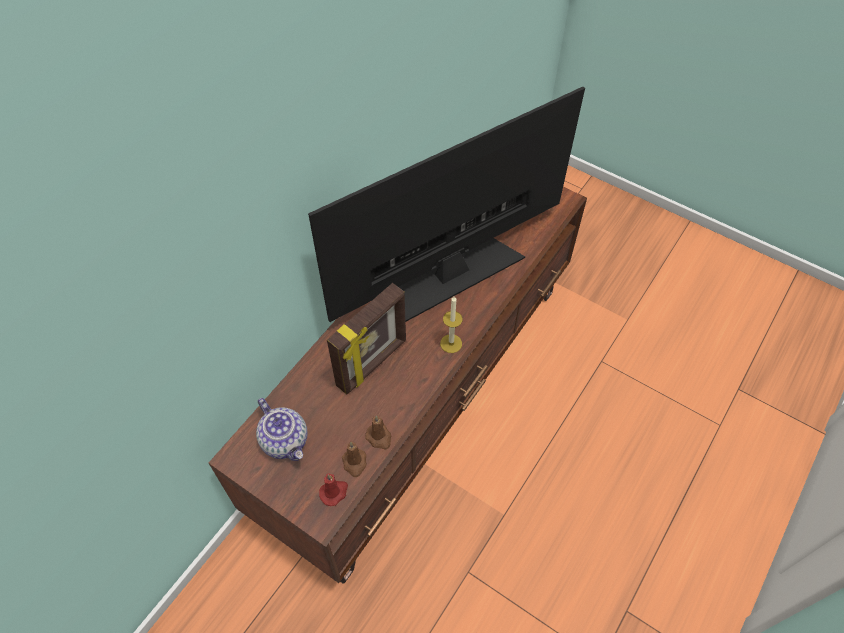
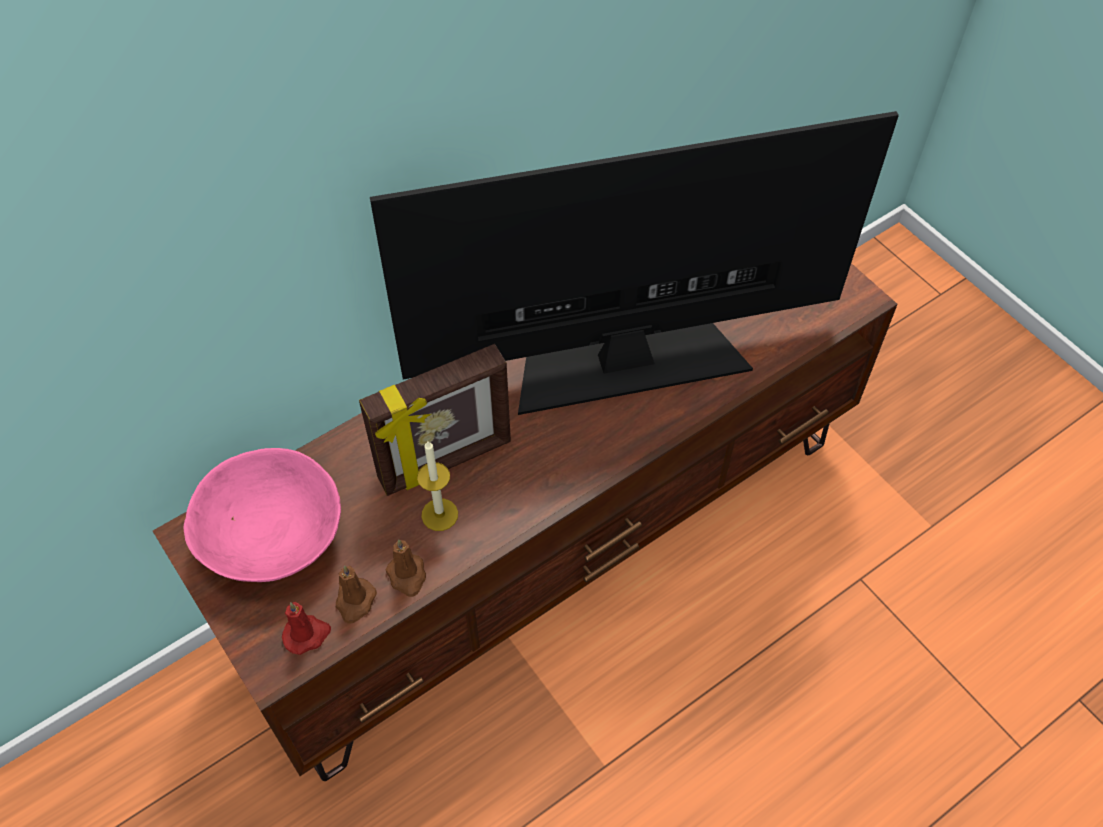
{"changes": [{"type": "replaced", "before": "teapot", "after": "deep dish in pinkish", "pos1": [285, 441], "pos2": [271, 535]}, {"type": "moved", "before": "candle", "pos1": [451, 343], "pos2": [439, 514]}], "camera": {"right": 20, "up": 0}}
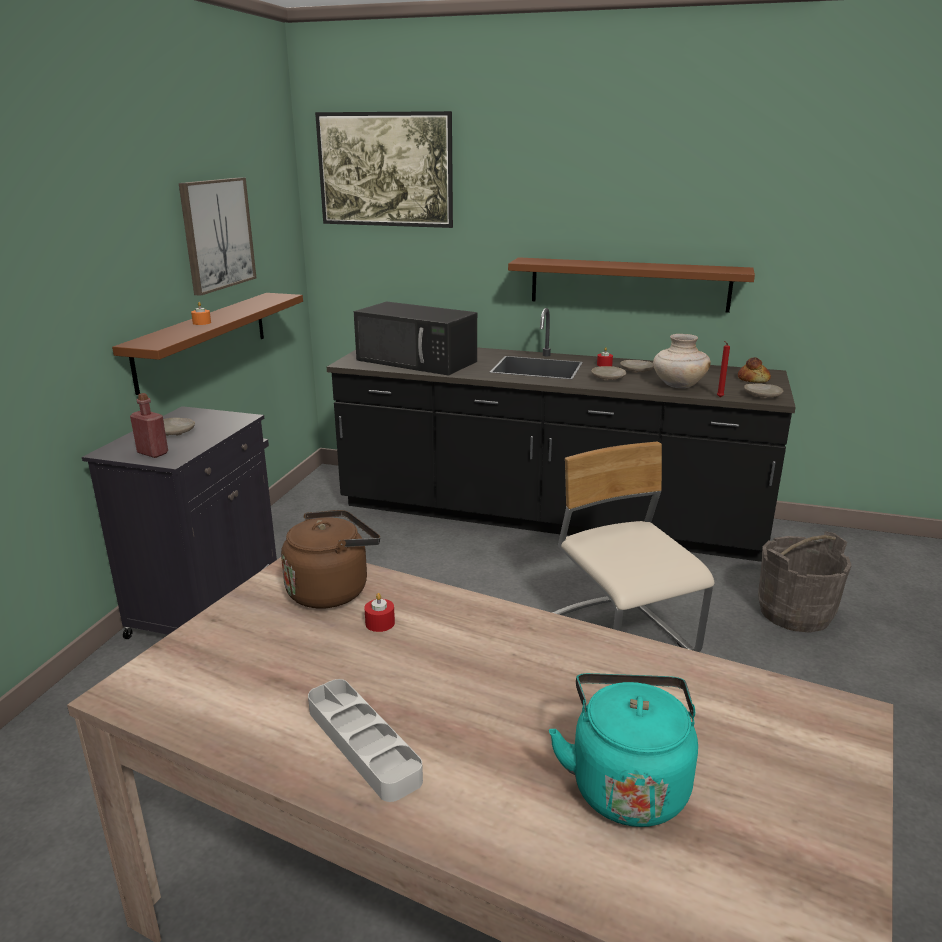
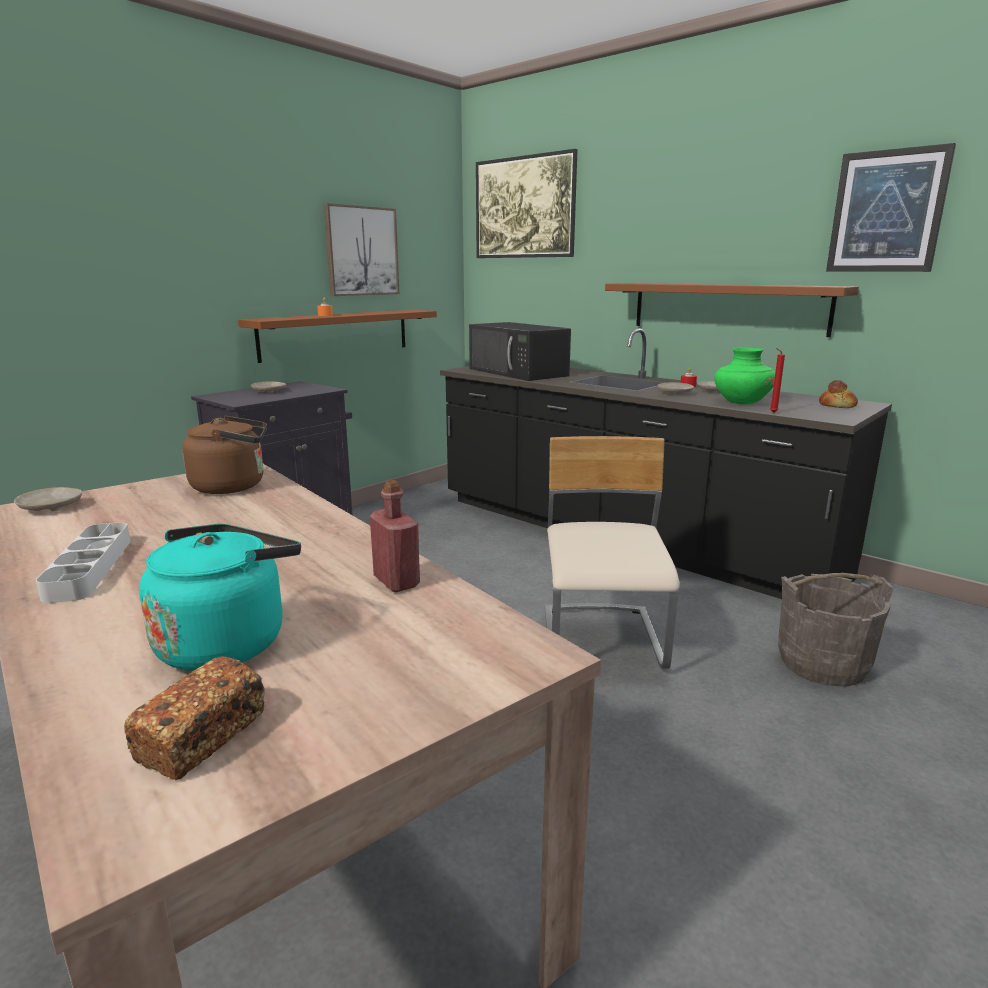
{"changes": [{"type": "moved", "before": "flat dish in beige-coloured", "pos1": [762, 396], "pos2": [52, 507]}, {"type": "added", "after": "bakery bread", "pos2": [202, 737]}, {"type": "moved", "before": "beverage bottle in red-coloured", "pos1": [152, 453], "pos2": [396, 582]}, {"type": "recoloured", "before": "decorative vase in beige-coloured", "after": "decorative vase in green", "pos1": [678, 385], "pos2": [741, 402]}, {"type": "added", "after": "wall art", "pos2": [887, 212]}, {"type": "removed", "before": "candle in red-coloured", "pos1": [380, 623]}], "camera": {"right": 25, "up": -5}}
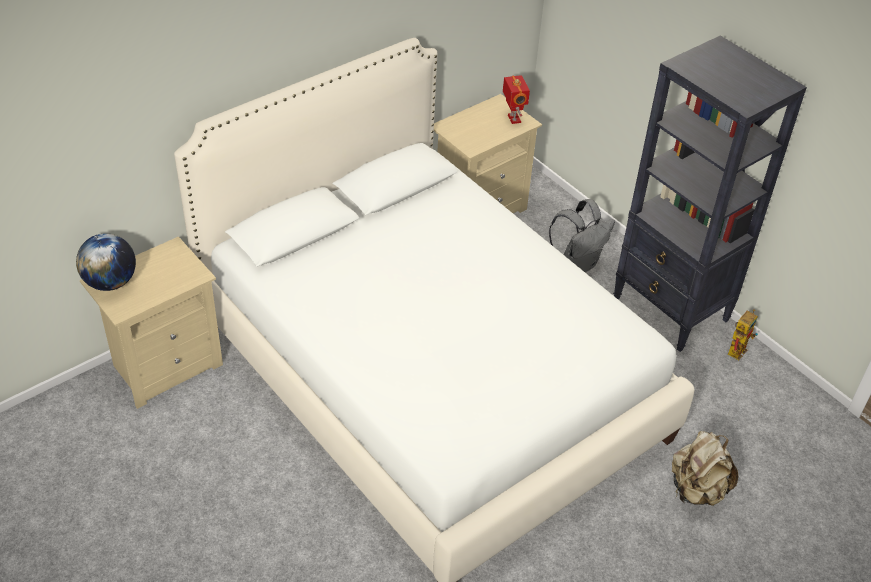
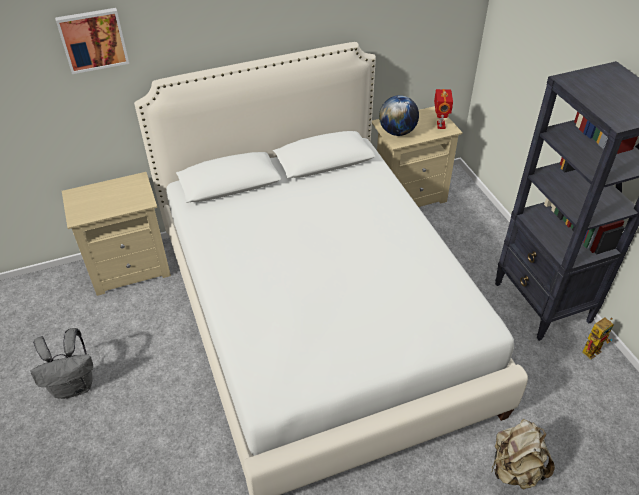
{"changes": [{"type": "moved", "before": "rucksack in greyish", "pos1": [577, 264], "pos2": [74, 385]}, {"type": "added", "after": "wall art", "pos2": [93, 39]}, {"type": "moved", "before": "world globe", "pos1": [110, 282], "pos2": [397, 132]}], "camera": {"right": 20, "up": 0}}
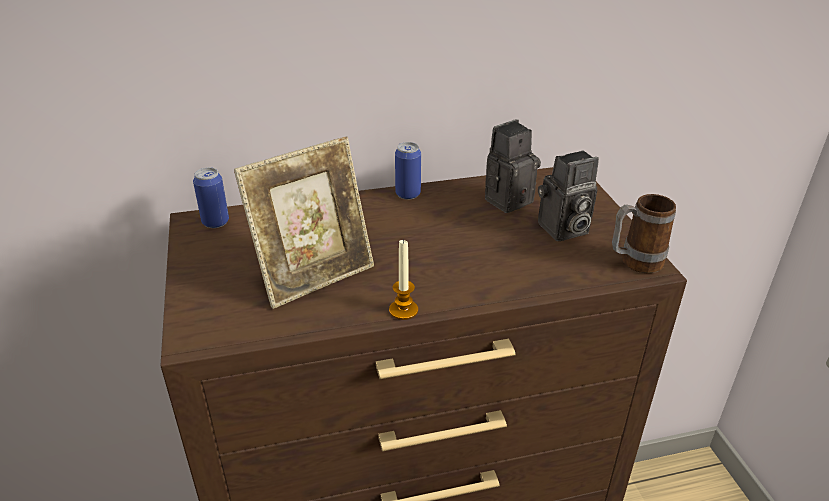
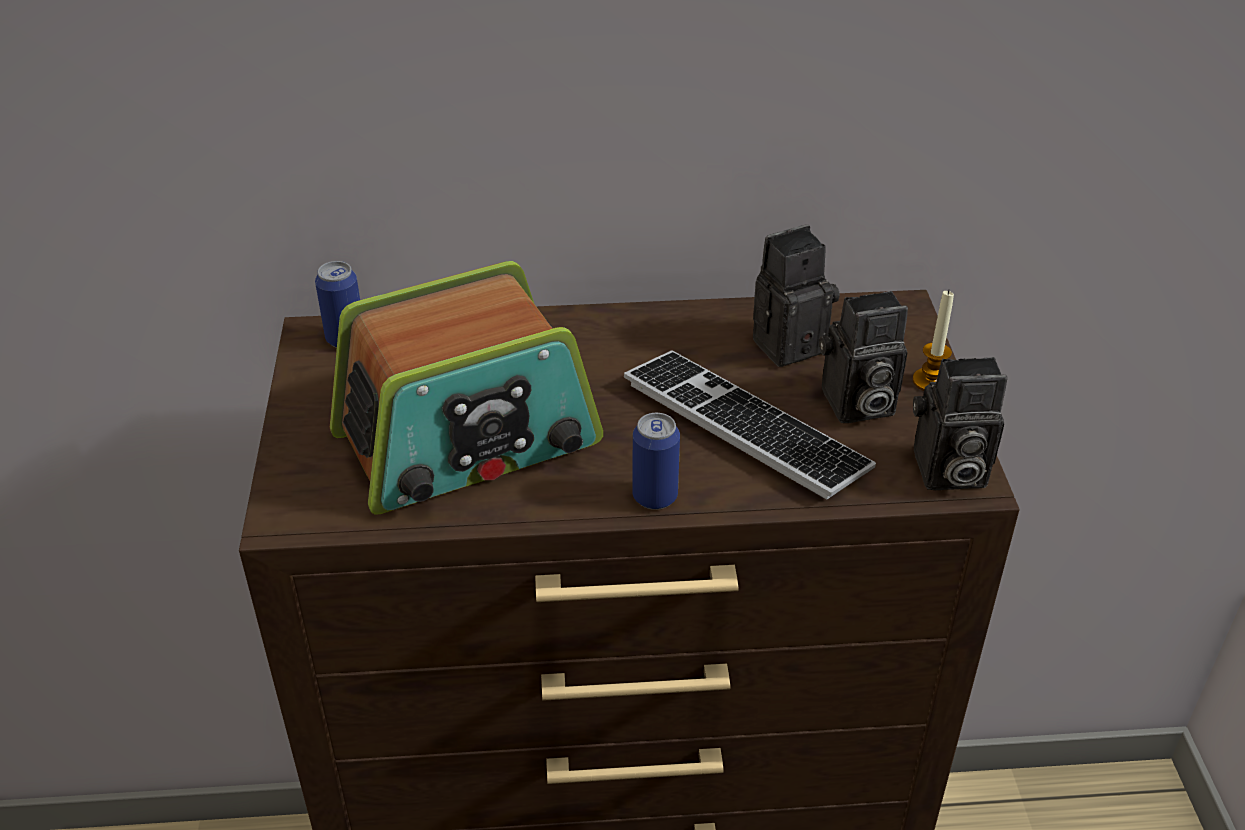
{"changes": [{"type": "replaced", "before": "picture frame", "after": "radio receiver", "pos1": [314, 276], "pos2": [468, 441]}, {"type": "added", "after": "computer keyboard", "pos2": [745, 426]}, {"type": "moved", "before": "can", "pos1": [408, 194], "pos2": [655, 496]}, {"type": "moved", "before": "candle", "pos1": [403, 310], "pos2": [931, 381]}, {"type": "replaced", "before": "mug", "after": "still camera", "pos1": [634, 263], "pos2": [946, 472]}], "camera": {"right": 10, "up": 5}}
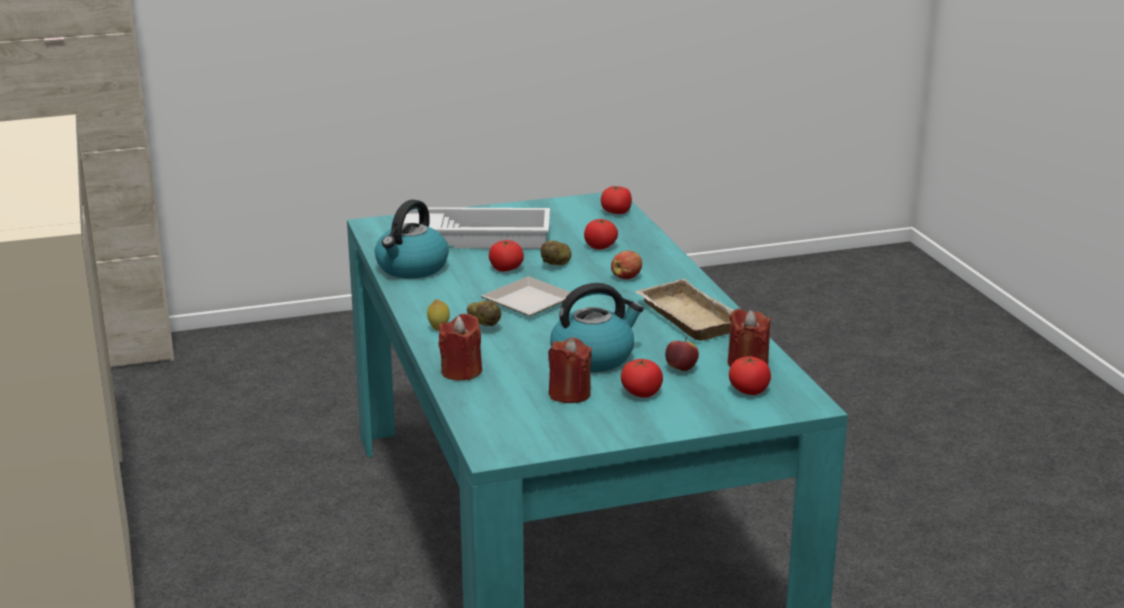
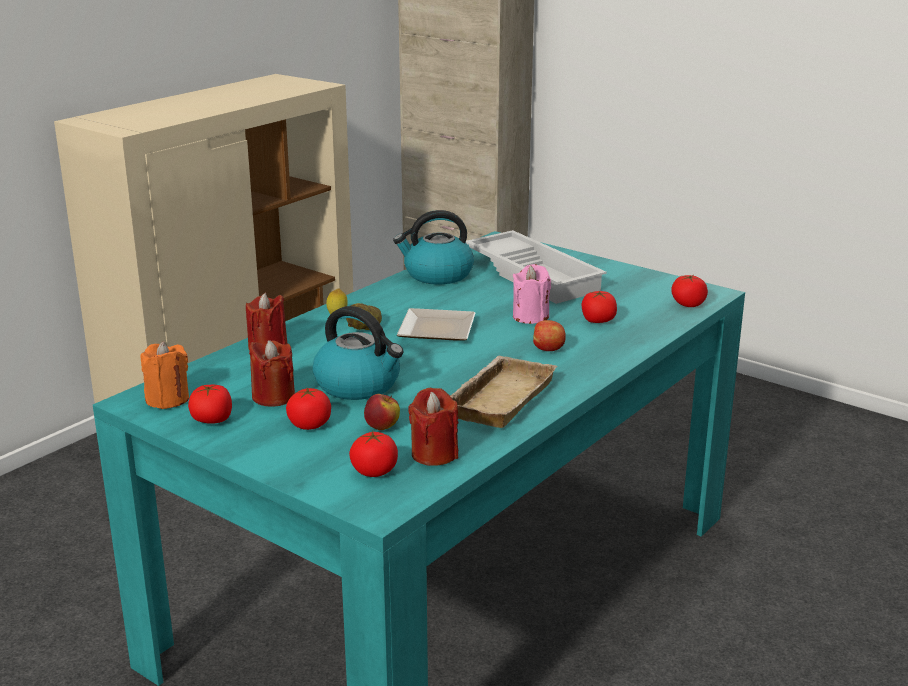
{"changes": [{"type": "added", "after": "candle in orange-coloured", "pos2": [167, 399]}, {"type": "moved", "before": "tomato", "pos1": [506, 269], "pos2": [212, 420]}, {"type": "replaced", "before": "whole potato", "after": "candle in pinkish", "pos1": [557, 264], "pos2": [530, 317]}], "camera": {"right": 55, "up": 0}}
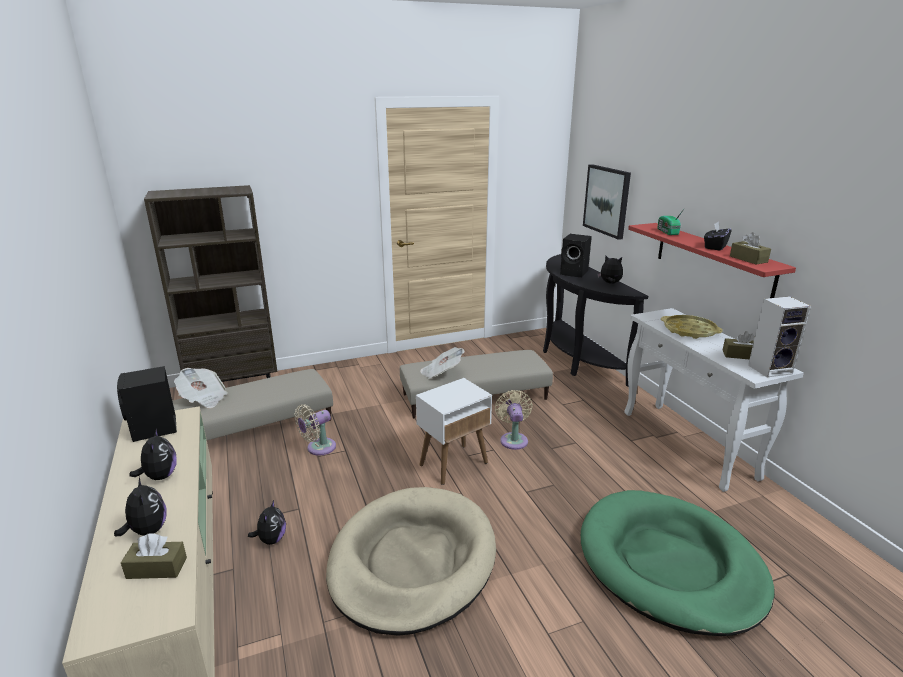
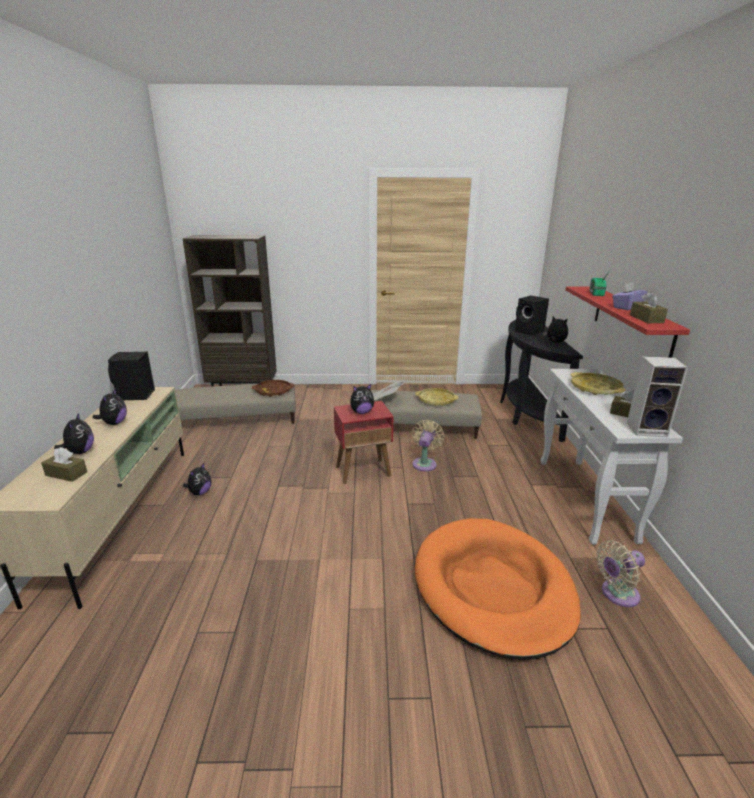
{"changes": [{"type": "added", "after": "carrying tray in brownish", "pos2": [273, 391]}, {"type": "recoloured", "before": "accent table in white-coloured", "after": "accent table in red-coloured", "pos1": [454, 463], "pos2": [363, 471]}, {"type": "added", "after": "plush toy", "pos2": [361, 412]}, {"type": "added", "after": "carrying tray in yellow", "pos2": [436, 400]}, {"type": "recoloured", "before": "dog bed in green", "after": "dog bed in orange-coloured", "pos1": [669, 564], "pos2": [493, 588]}, {"type": "moved", "before": "cooling fan in beige-coloured", "pos1": [318, 448], "pos2": [617, 594]}, {"type": "recoloured", "before": "tissue box in black", "after": "tissue box in purplish", "pos1": [715, 247], "pos2": [626, 307]}, {"type": "removed", "before": "newspaper", "pos1": [203, 398]}, {"type": "removed", "before": "dog bed in beige-coloured", "pos1": [412, 561]}, {"type": "removed", "before": "wall art", "pos1": [607, 200]}], "camera": {"right": 20, "up": 0}}
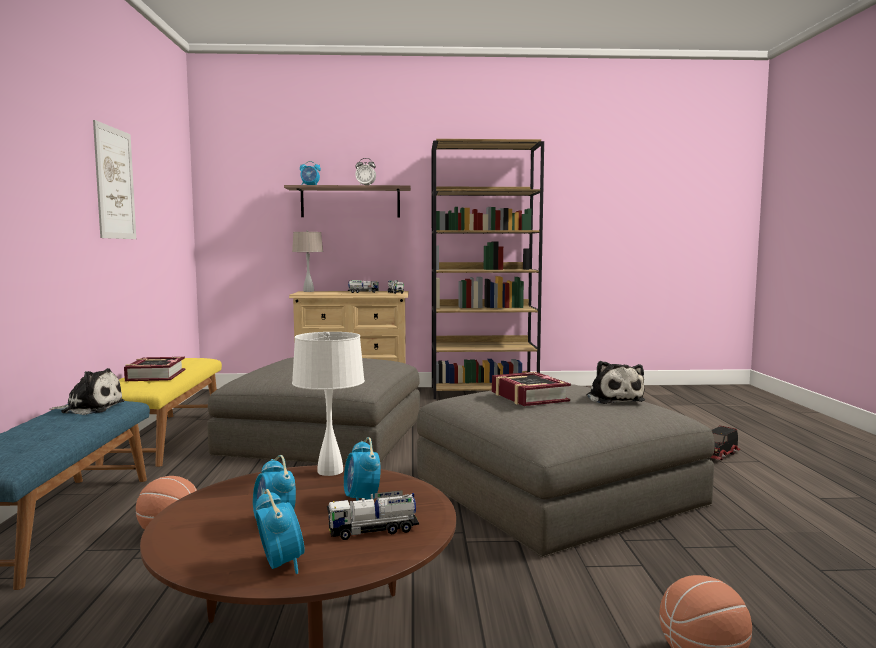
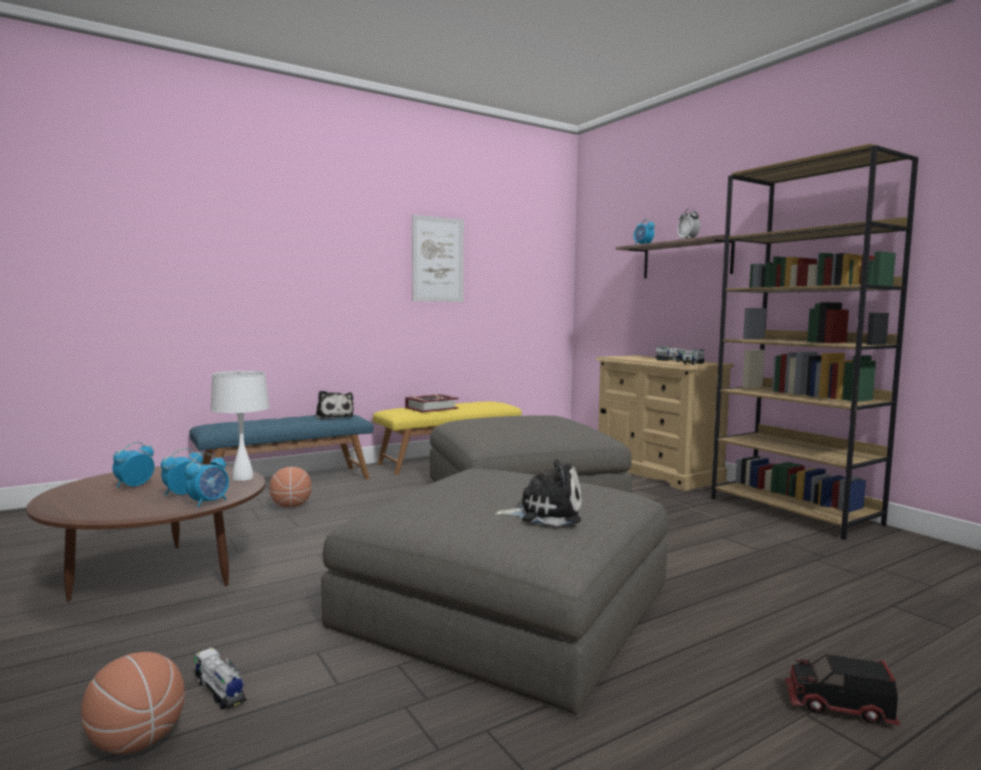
{"changes": [{"type": "moved", "before": "alarm clock", "pos1": [280, 564], "pos2": [209, 502]}, {"type": "moved", "before": "toy truck", "pos1": [373, 531], "pos2": [220, 691]}, {"type": "turned", "before": "plush toy", "pos1": [613, 399], "pos2": [545, 513], "turn": -135}, {"type": "removed", "before": "tabletop lamp in beige-coloured", "pos1": [309, 291]}, {"type": "removed", "before": "bound book", "pos1": [528, 396]}], "camera": {"right": 60, "up": 0}}
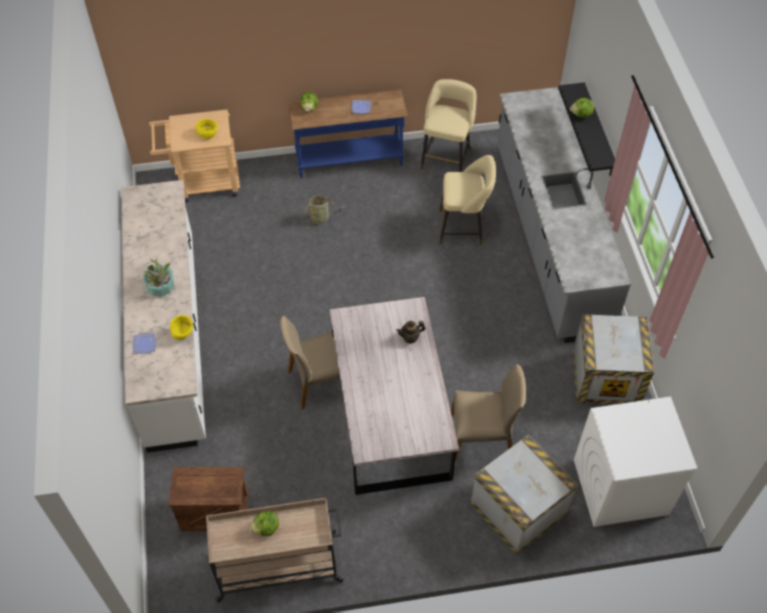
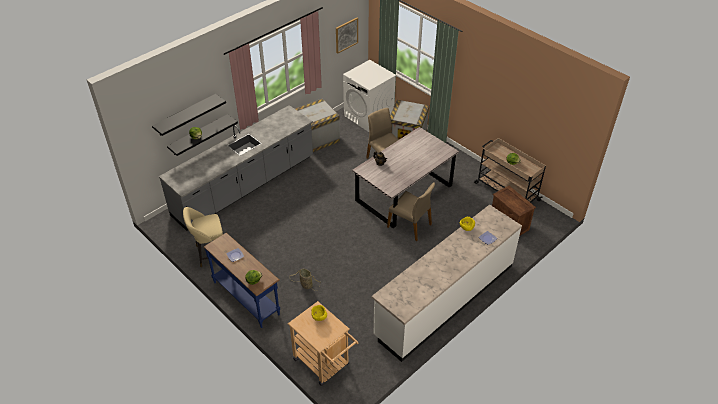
{"changes": [{"type": "added", "after": "shelf in black", "pos2": [185, 115]}, {"type": "added", "after": "wall art", "pos2": [346, 35]}, {"type": "removed", "before": "houseplant", "pos1": [161, 286]}, {"type": "removed", "before": "sitting stool in beige-coloured", "pos1": [464, 227]}], "camera": {"right": -125, "up": -10}}
